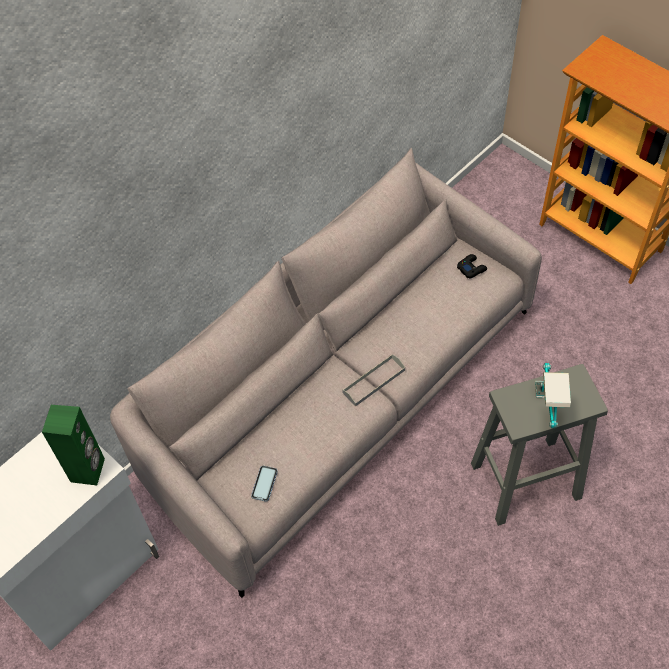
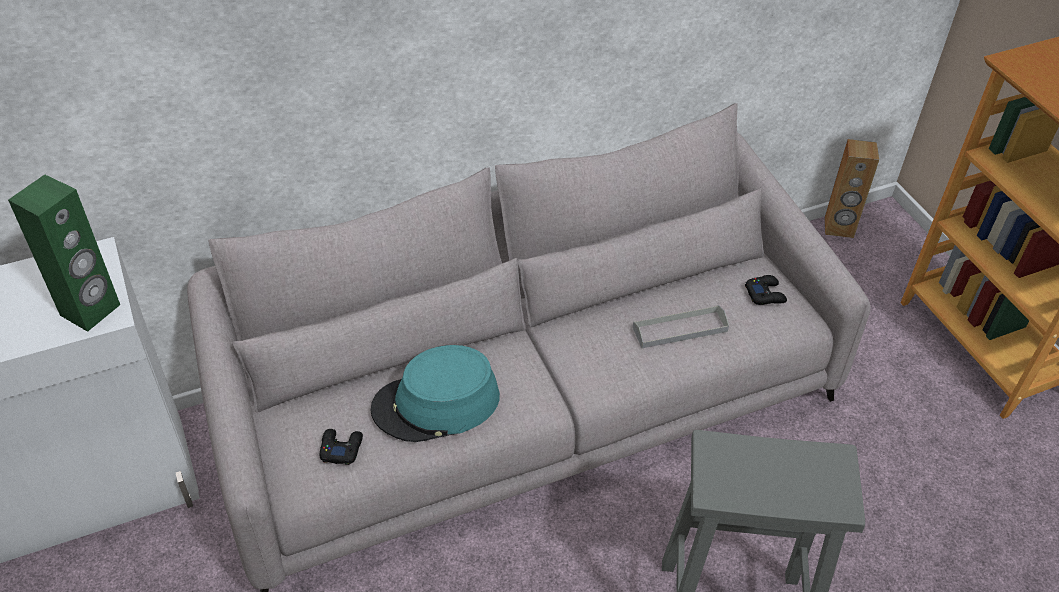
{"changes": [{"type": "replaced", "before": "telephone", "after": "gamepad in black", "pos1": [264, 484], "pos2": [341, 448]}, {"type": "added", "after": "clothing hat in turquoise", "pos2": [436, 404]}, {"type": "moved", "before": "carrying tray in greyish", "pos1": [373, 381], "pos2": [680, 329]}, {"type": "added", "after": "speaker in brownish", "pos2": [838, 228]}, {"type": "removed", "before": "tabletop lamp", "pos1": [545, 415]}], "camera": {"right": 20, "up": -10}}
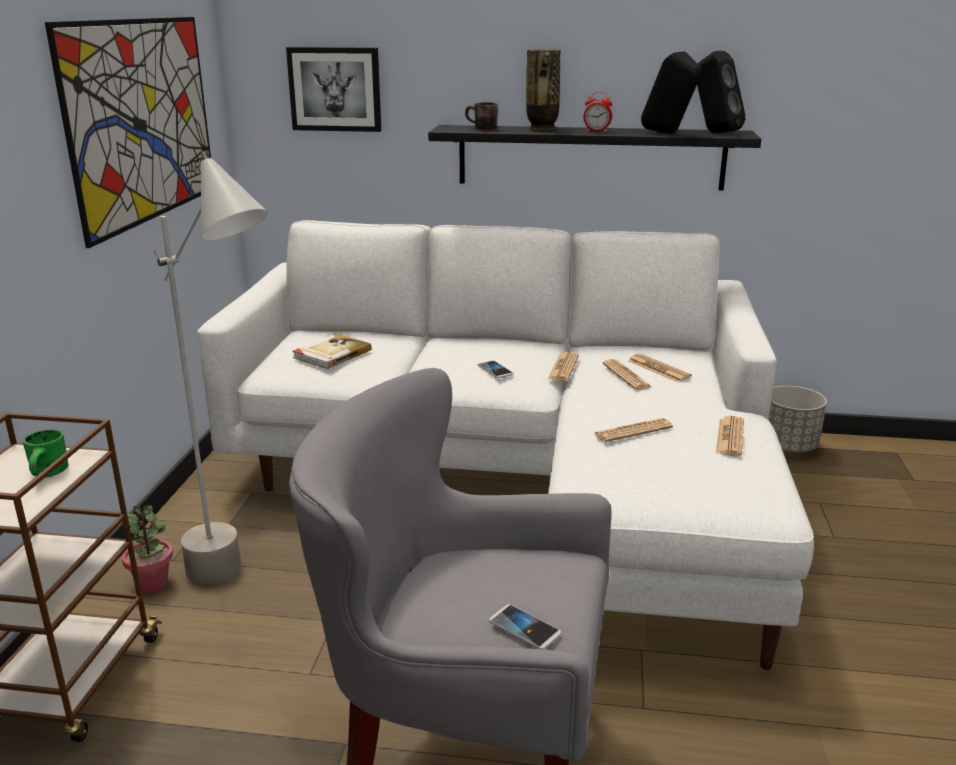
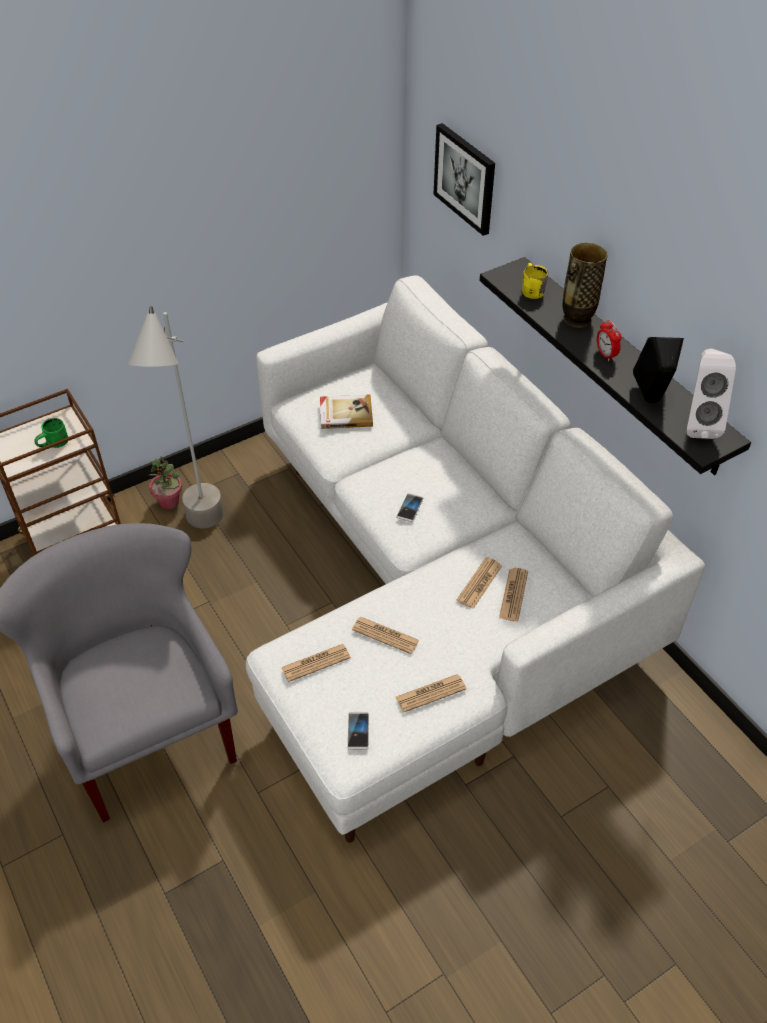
{"changes": [{"type": "moved", "before": "newspaper", "pos1": [563, 368], "pos2": [316, 663]}, {"type": "moved", "before": "telephone", "pos1": [524, 628], "pos2": [358, 731]}, {"type": "recoloured", "before": "mug in brownish", "after": "mug in yellow", "pos1": [480, 129], "pos2": [529, 289]}, {"type": "recoloured", "before": "speaker in black", "after": "speaker in white-coloured", "pos1": [713, 132], "pos2": [698, 423]}, {"type": "removed", "before": "wall art", "pos1": [143, 121]}, {"type": "removed", "before": "flower pot in greyish", "pos1": [788, 446]}], "camera": {"right": 50, "up": 25}}
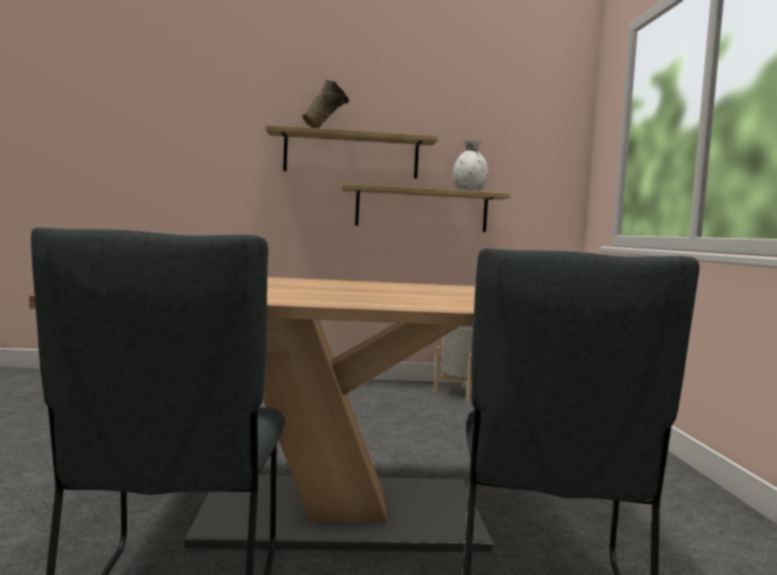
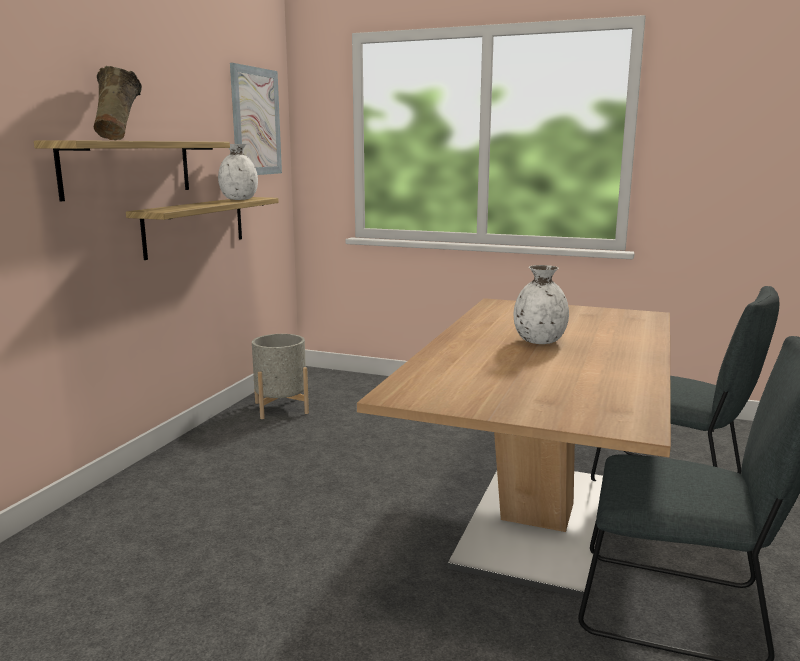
{"changes": [{"type": "added", "after": "wall art", "pos2": [256, 122]}, {"type": "added", "after": "decorative vase in white-coloured", "pos2": [539, 341]}], "camera": {"right": -65, "up": 10}}
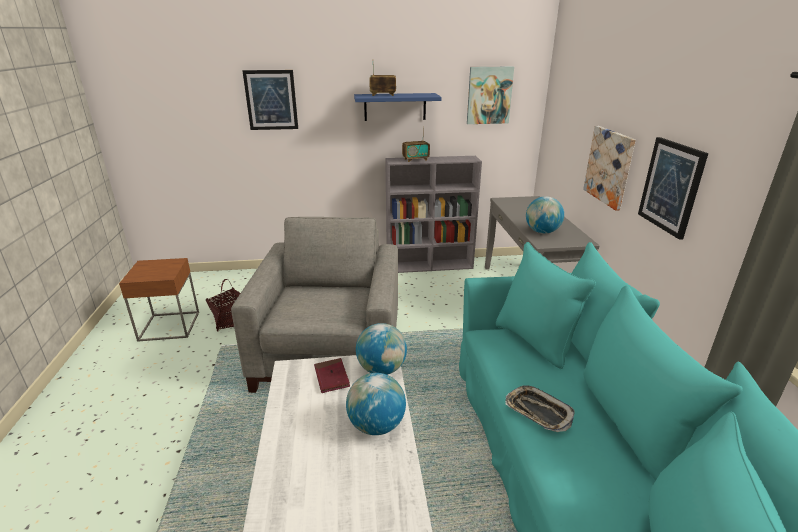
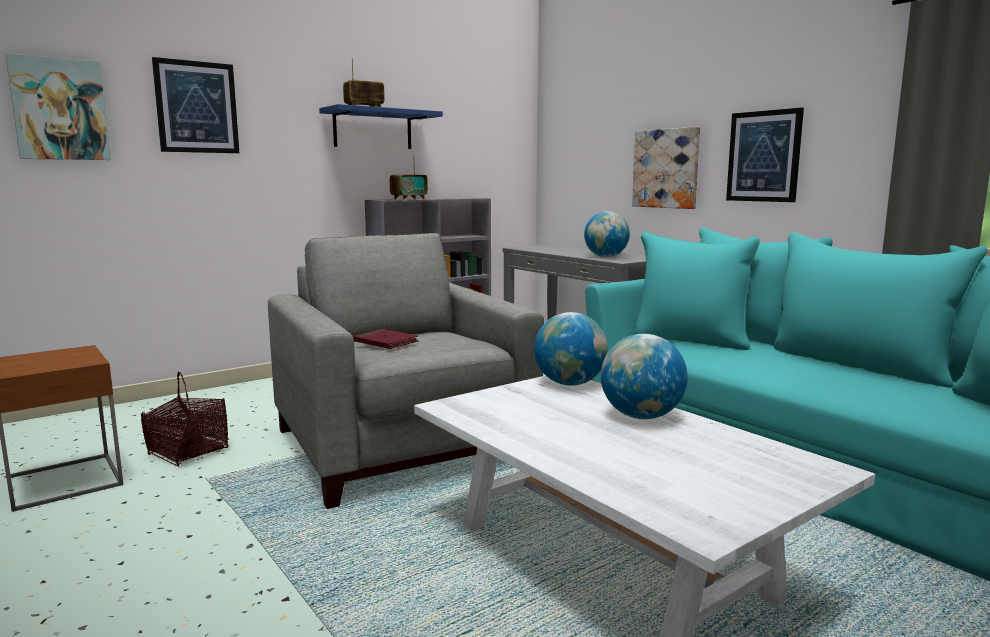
{"changes": [{"type": "moved", "before": "wall art", "pos1": [489, 95], "pos2": [60, 109]}, {"type": "moved", "before": "bound book in red-coloured", "pos1": [331, 377], "pos2": [386, 342]}, {"type": "removed", "before": "carrying tray", "pos1": [538, 412]}], "camera": {"right": -30, "up": -15}}
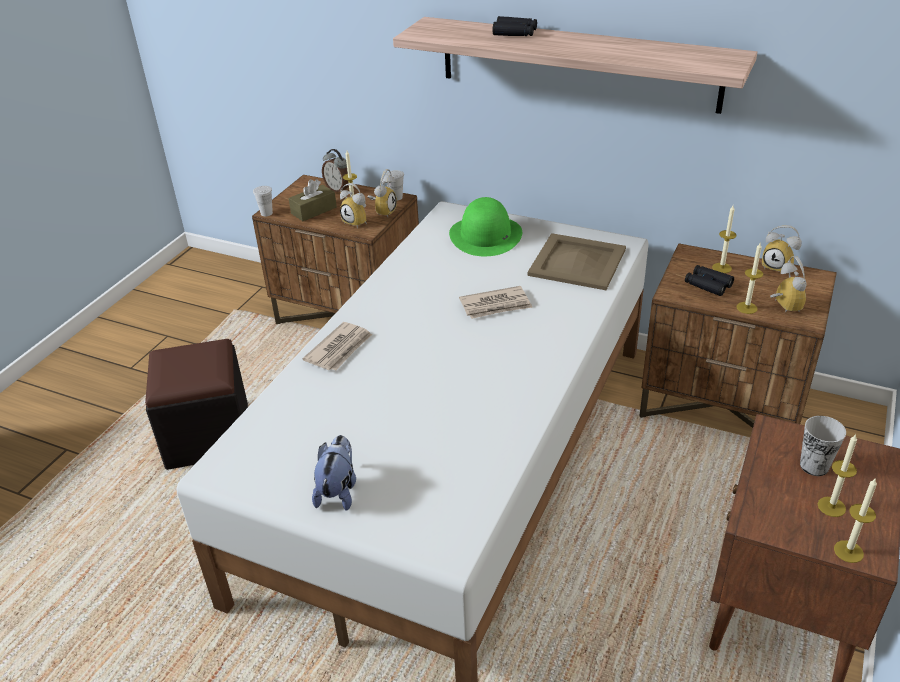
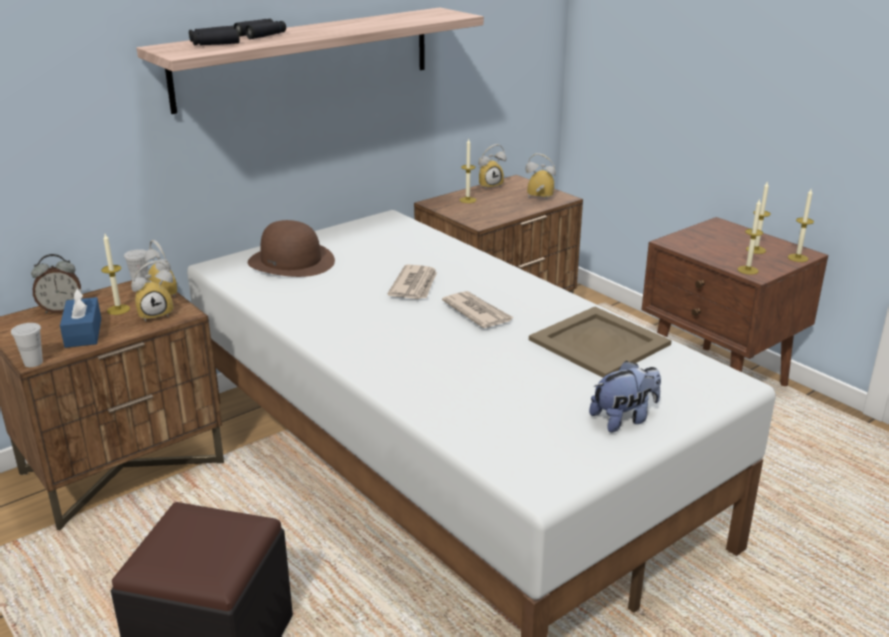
{"changes": [{"type": "recoloured", "before": "tissue box in brownish", "after": "tissue box in blue-coloured", "pos1": [314, 210], "pos2": [83, 333]}, {"type": "moved", "before": "pair of binoculars in black", "pos1": [708, 284], "pos2": [214, 43]}, {"type": "recoloured", "before": "clothing hat in green", "after": "clothing hat in brownish", "pos1": [486, 235], "pos2": [291, 261]}, {"type": "moved", "before": "newspaper", "pos1": [340, 349], "pos2": [477, 312]}, {"type": "moved", "before": "carrying tray in beige-coloured", "pos1": [576, 262], "pos2": [599, 343]}, {"type": "turned", "before": "plush toy", "pos1": [338, 491], "pos2": [624, 419], "turn": 120}, {"type": "moved", "before": "candle", "pos1": [746, 308], "pos2": [747, 270]}, {"type": "removed", "before": "cup", "pos1": [814, 466]}], "camera": {"right": -65, "up": -10}}
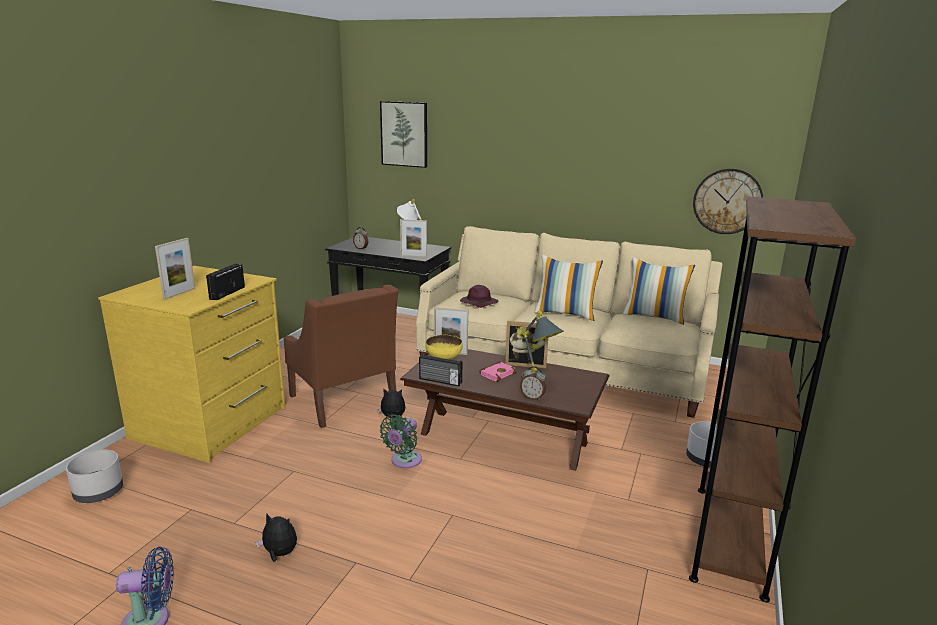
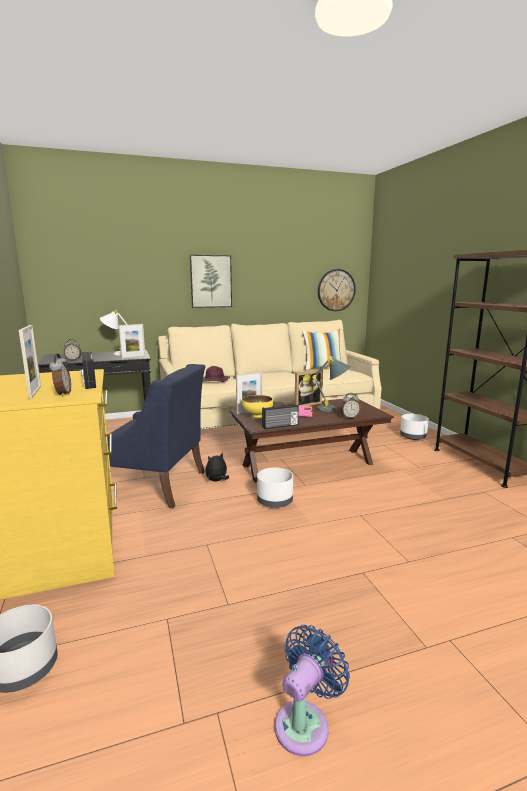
{"changes": [{"type": "added", "after": "alarm clock", "pos2": [62, 394]}, {"type": "recoloured", "before": "armchair in brownish", "after": "armchair in blue-coloured", "pos1": [343, 400], "pos2": [157, 485]}, {"type": "moved", "before": "wall art", "pos1": [404, 134], "pos2": [211, 281]}, {"type": "replaced", "before": "cooling fan in green", "after": "flower pot in white-coloured", "pos1": [404, 461], "pos2": [275, 501]}, {"type": "removed", "before": "plush toy", "pos1": [279, 554]}, {"type": "removed", "before": "pillow", "pos1": [565, 314]}], "camera": {"right": -40, "up": -5}}
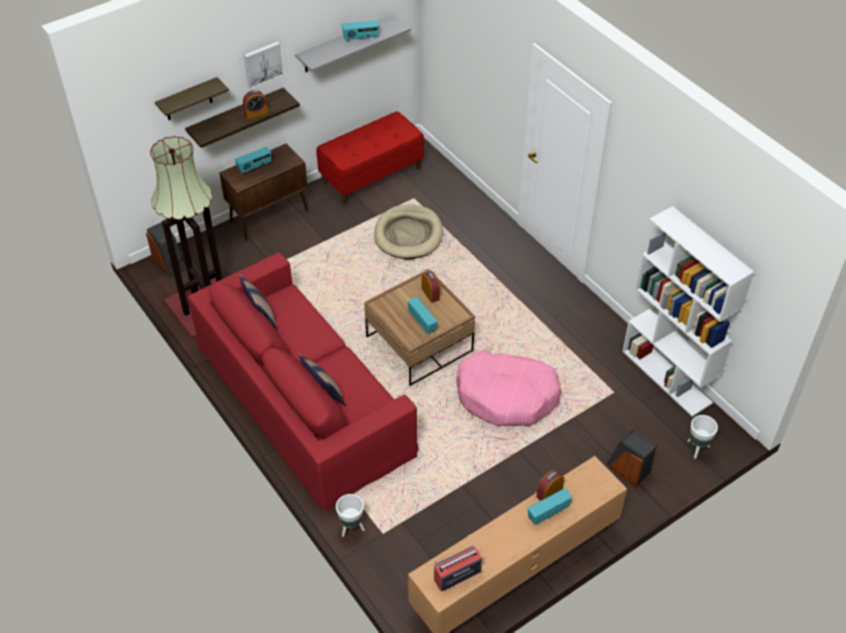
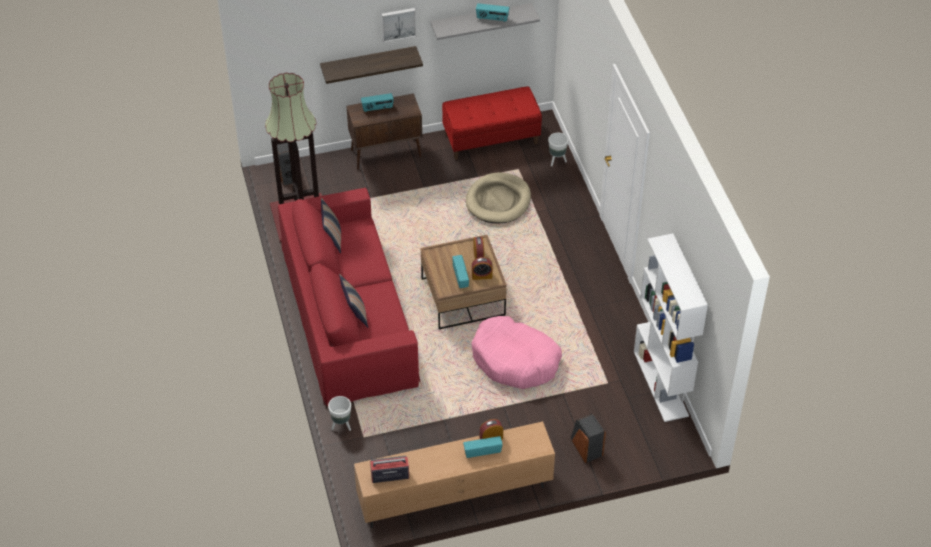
{"changes": [{"type": "moved", "before": "alarm clock", "pos1": [256, 113], "pos2": [482, 276]}, {"type": "moved", "before": "flower pot in white-coloured", "pos1": [697, 448], "pos2": [557, 161]}, {"type": "removed", "before": "shelf", "pos1": [188, 100]}], "camera": {"right": 20, "up": 0}}
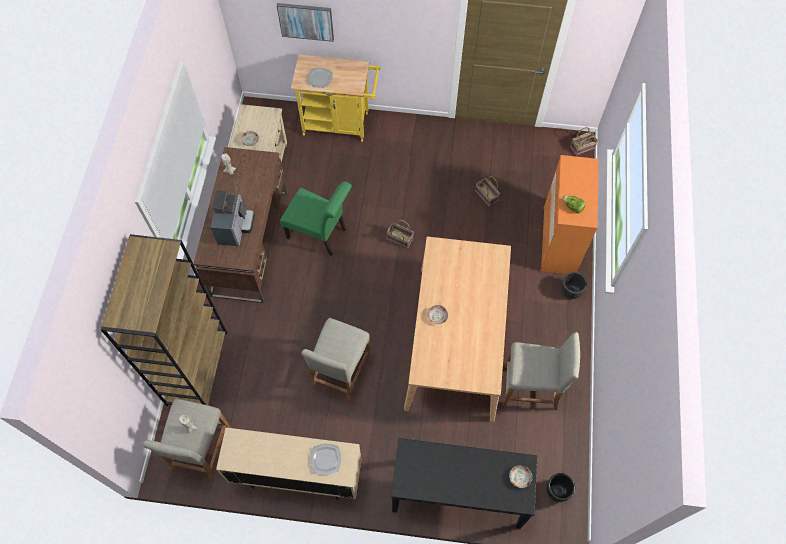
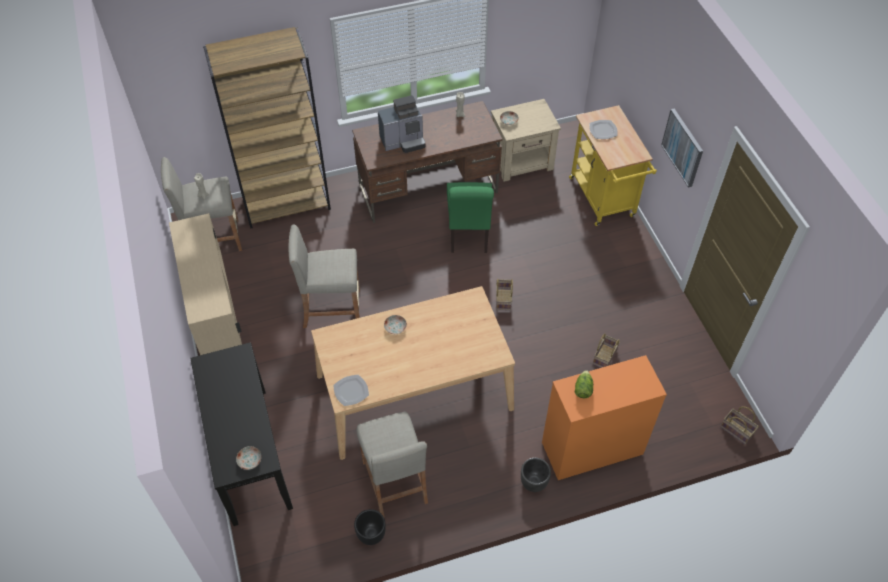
{"changes": [{"type": "moved", "before": "flat dish", "pos1": [325, 459], "pos2": [350, 391]}, {"type": "moved", "before": "flower pot in black", "pos1": [557, 491], "pos2": [371, 534]}, {"type": "moved", "before": "wall art", "pos1": [306, 21], "pos2": [683, 147]}], "camera": {"right": 65, "up": -10}}
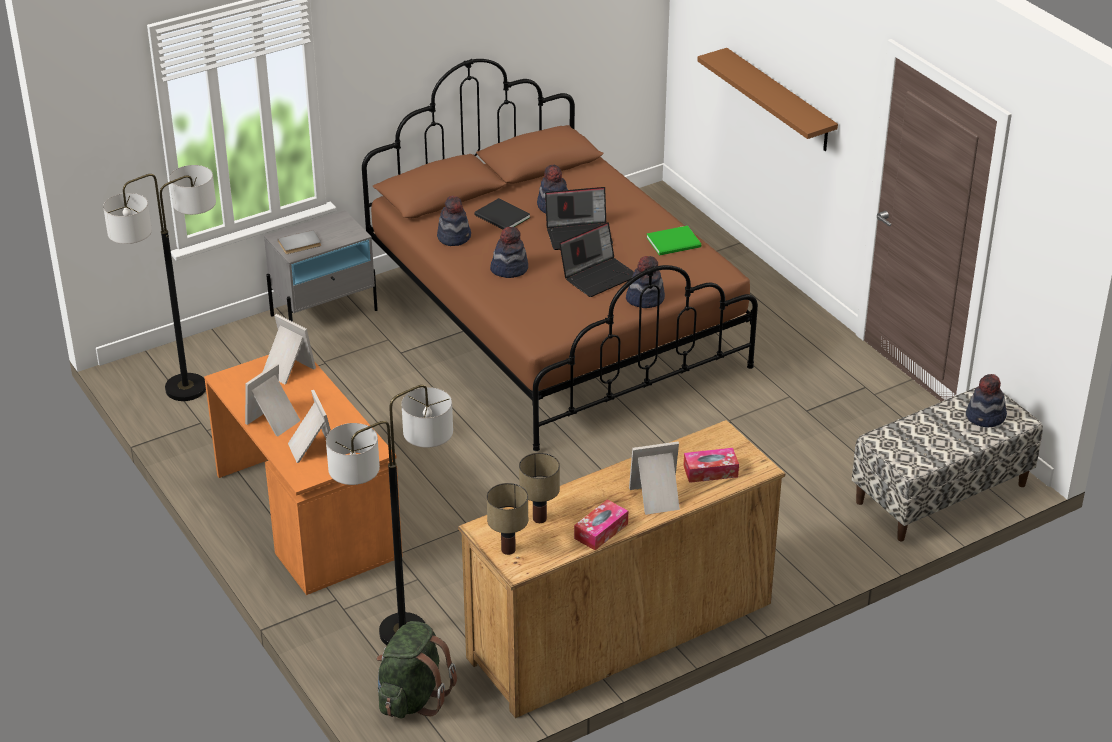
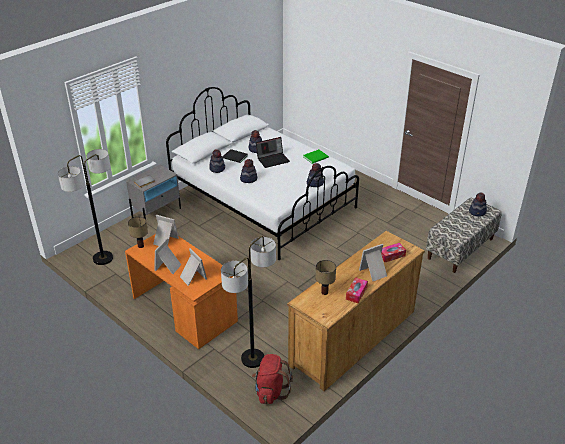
{"changes": [{"type": "moved", "before": "tabletop lamp", "pos1": [509, 550], "pos2": [141, 246]}, {"type": "recoloured", "before": "bedroom bed in brownish", "after": "bedroom bed in white-coloured", "pos1": [556, 323], "pos2": [263, 201]}, {"type": "recoloured", "before": "rucksack in green", "after": "rucksack in red-coloured", "pos1": [412, 697], "pos2": [270, 391]}, {"type": "removed", "before": "portable computer", "pos1": [599, 275]}, {"type": "removed", "before": "shelf in brownish", "pos1": [779, 100]}], "camera": {"right": -15, "up": 0}}
